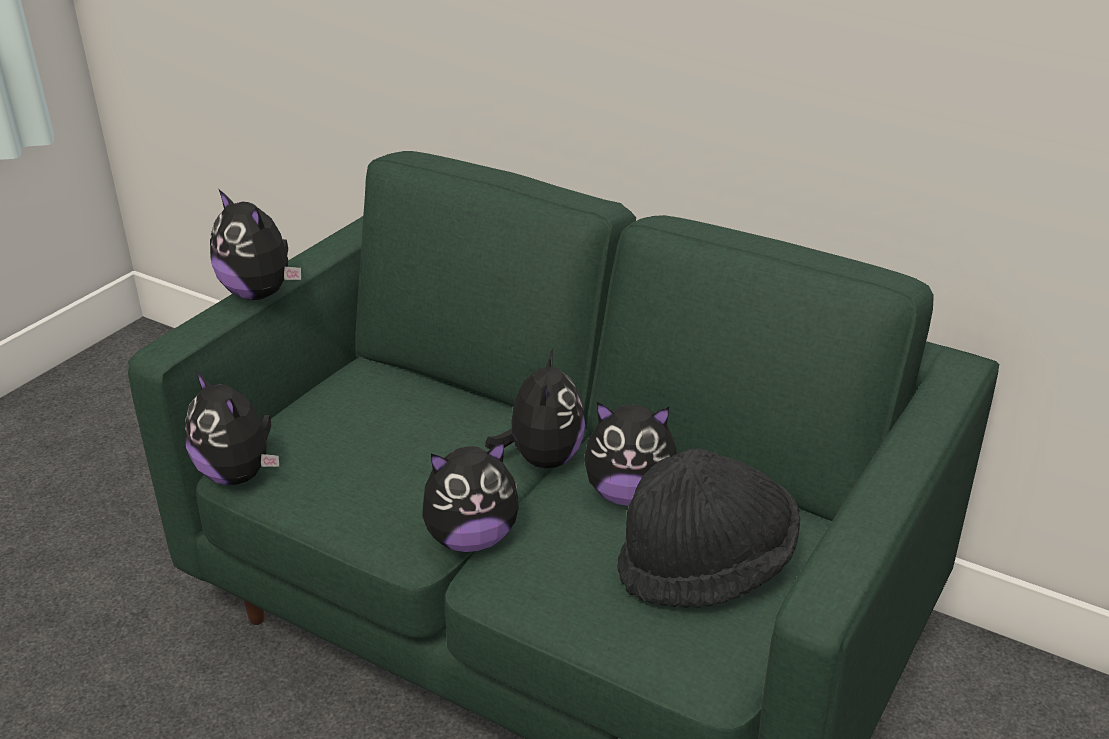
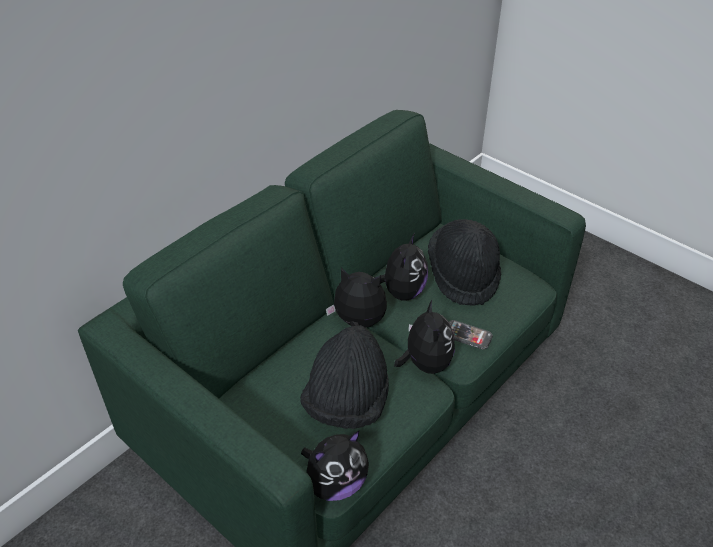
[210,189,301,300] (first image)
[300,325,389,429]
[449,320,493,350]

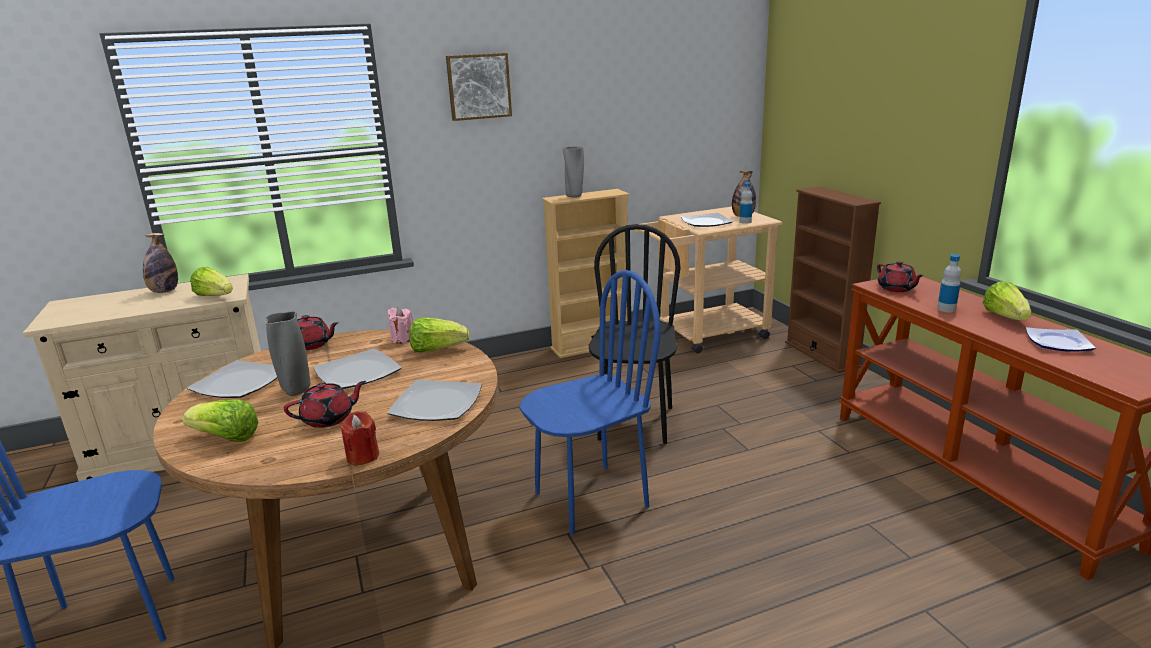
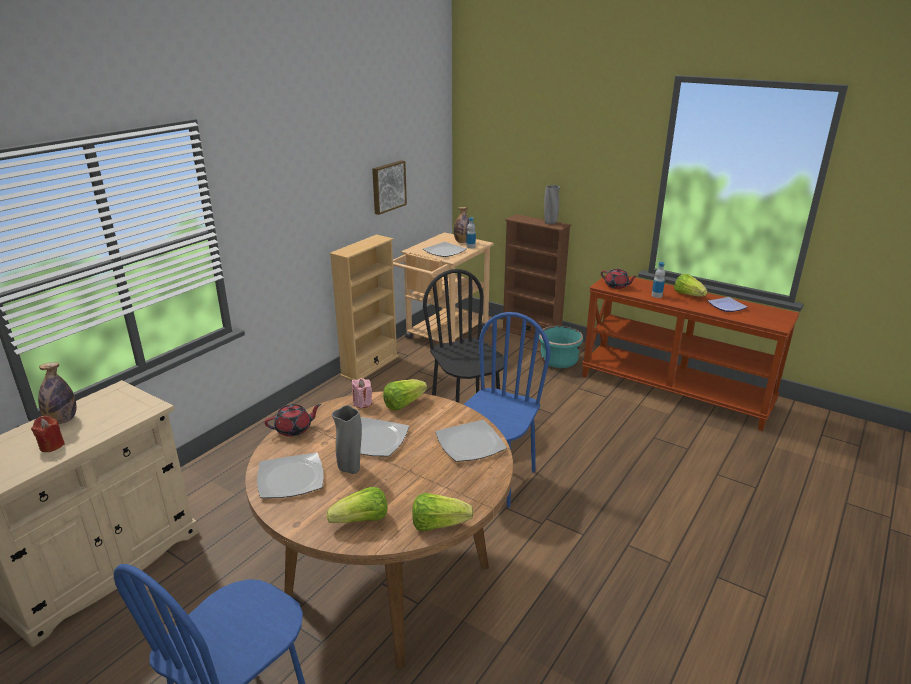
[284,381,366,428] (first image)
[539,325,583,368]
[412,493,474,531]
[31,415,65,452]
[372,160,407,215]
[544,185,560,224]

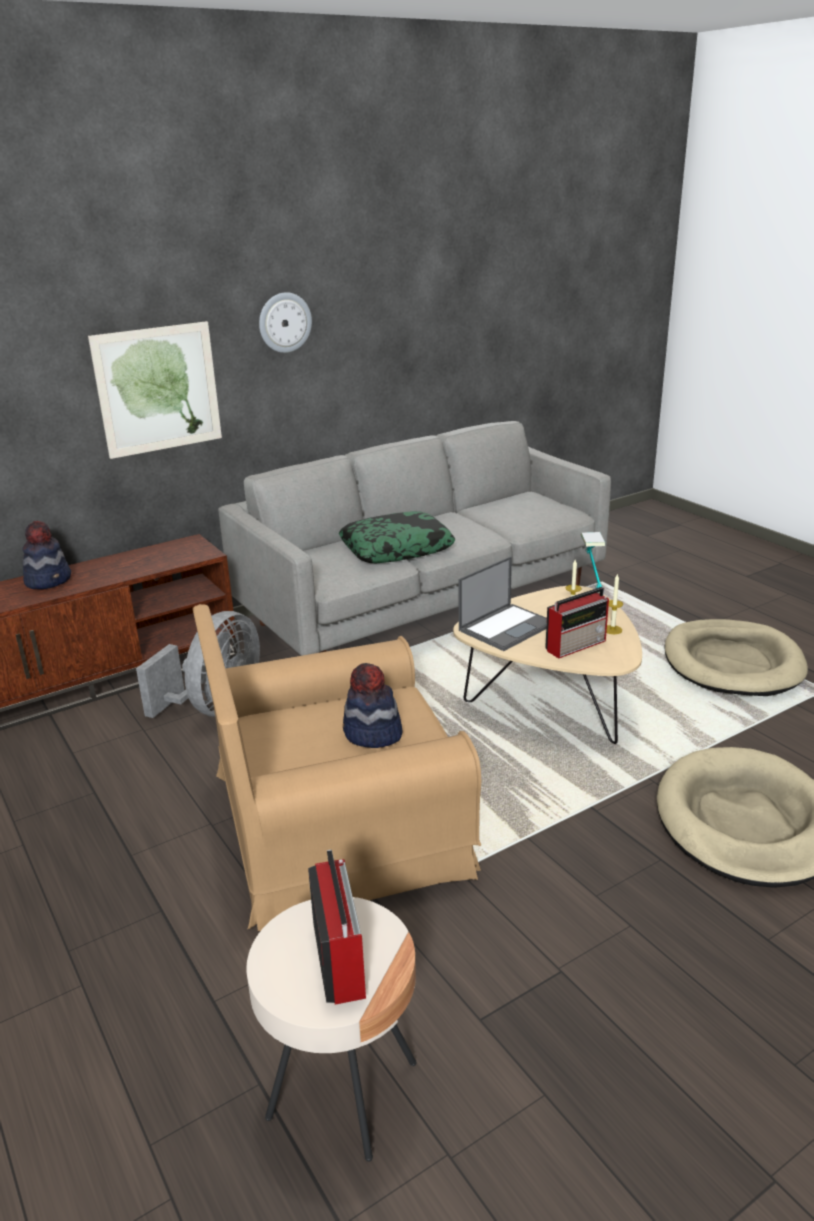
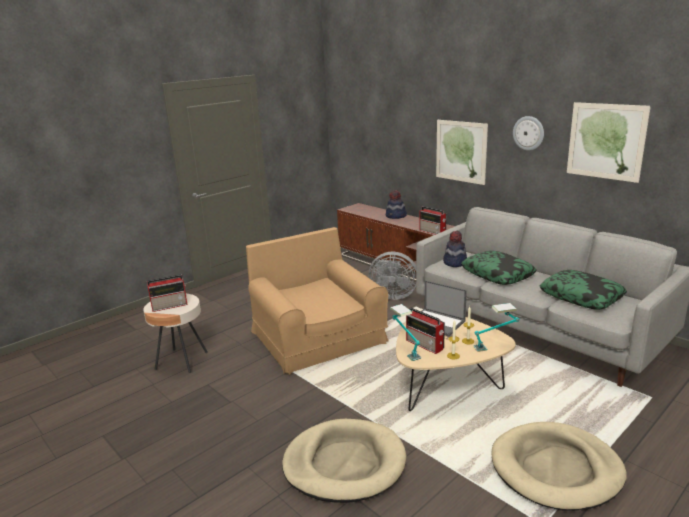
[390,304,421,361]
[420,206,446,234]
[540,270,627,310]
[567,102,651,183]
[443,231,467,267]

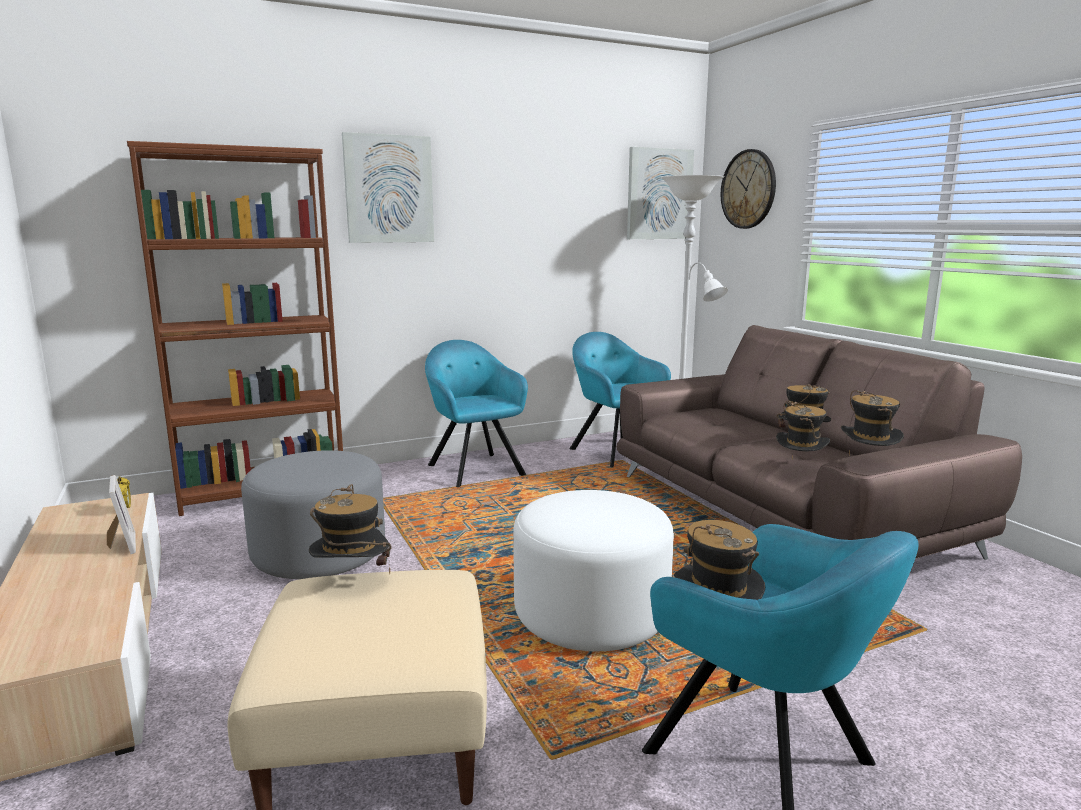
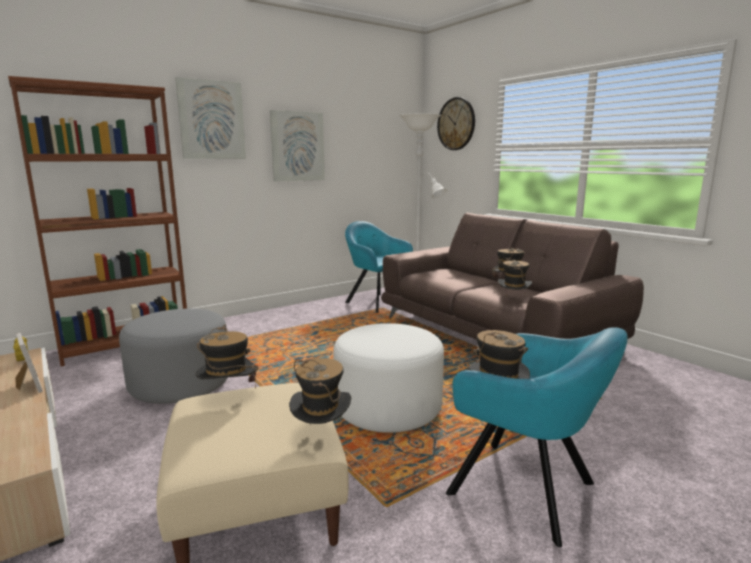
[425,340,528,487] (first image)
[270,110,325,182]
[289,358,351,424]

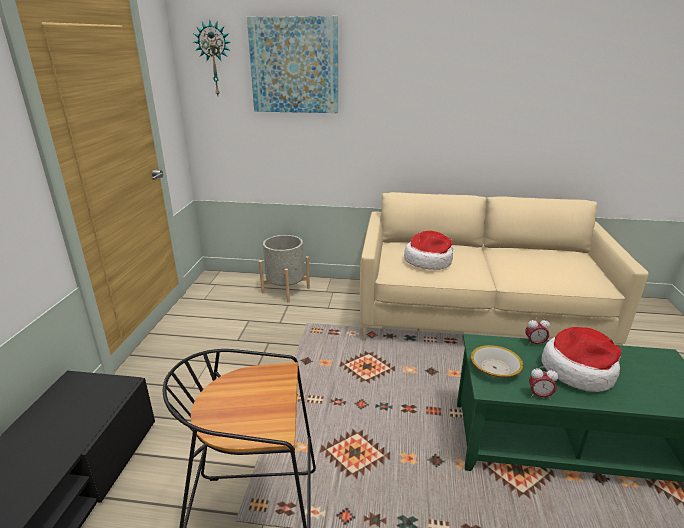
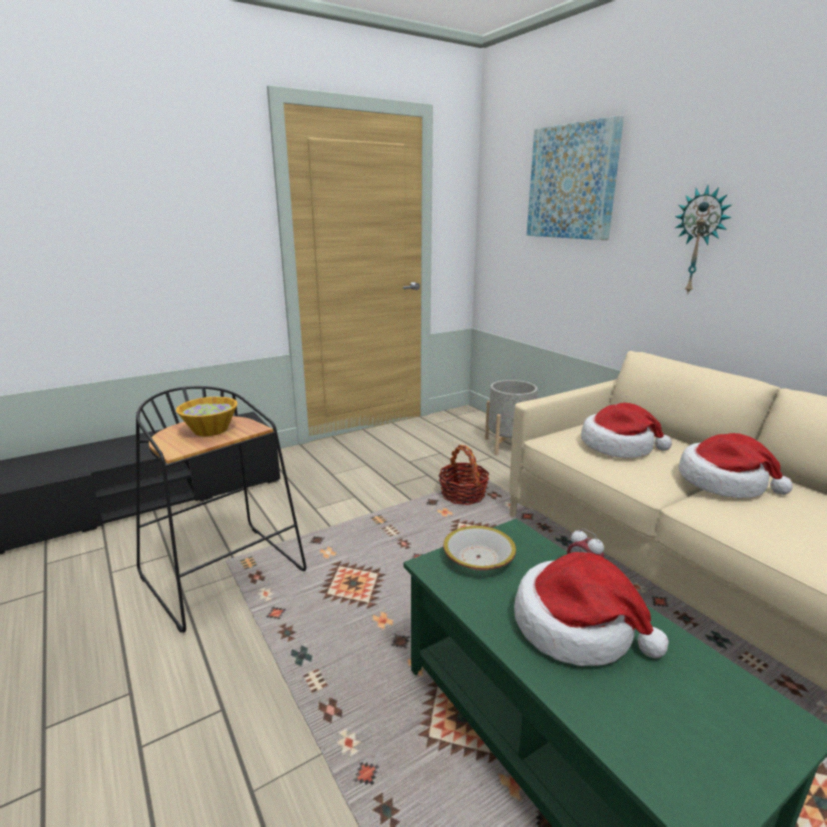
[529,367,558,399] (first image)
[176,397,237,436]
[438,445,489,505]
[679,433,793,498]
[675,186,732,295]

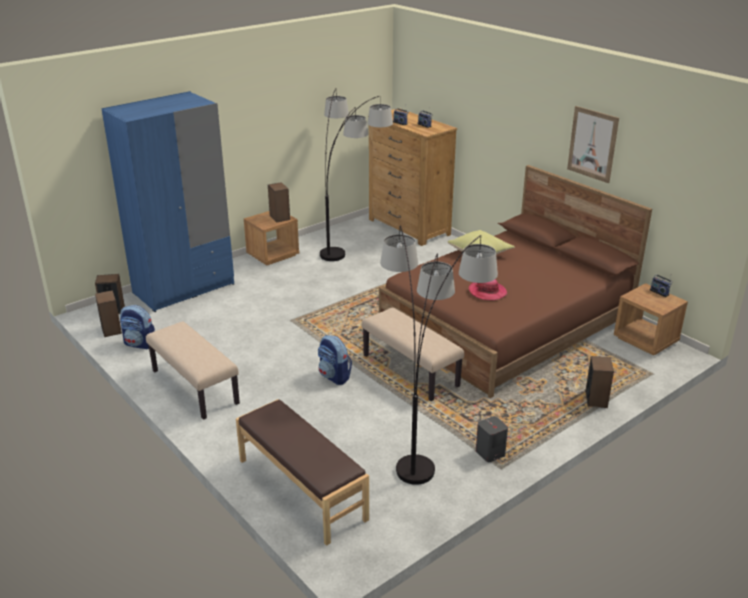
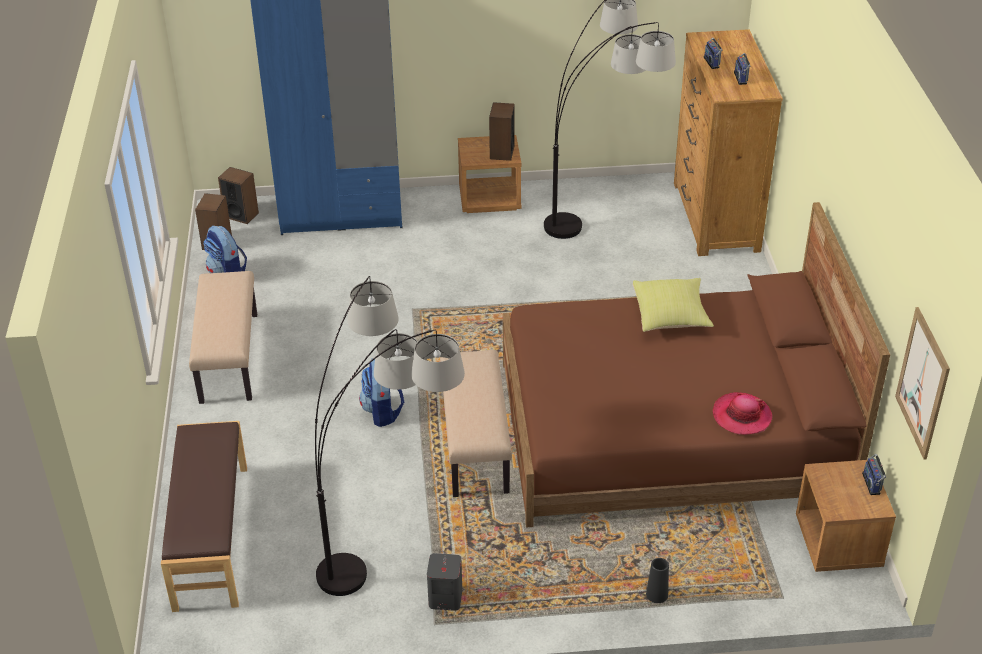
[713,392,772,435]
[895,307,950,459]
[646,558,669,603]

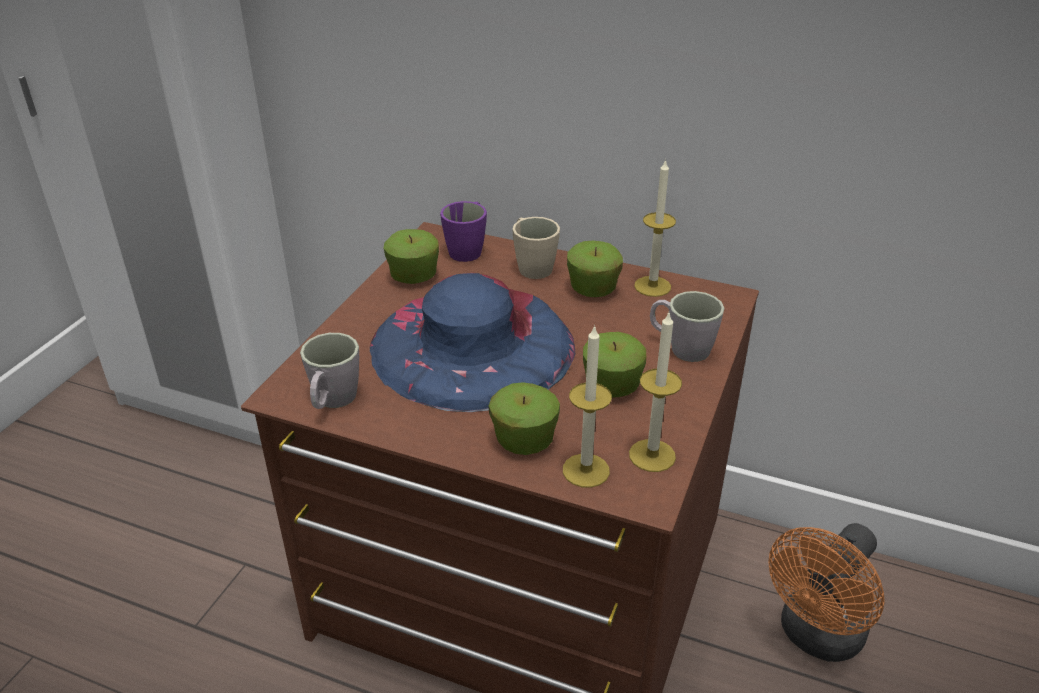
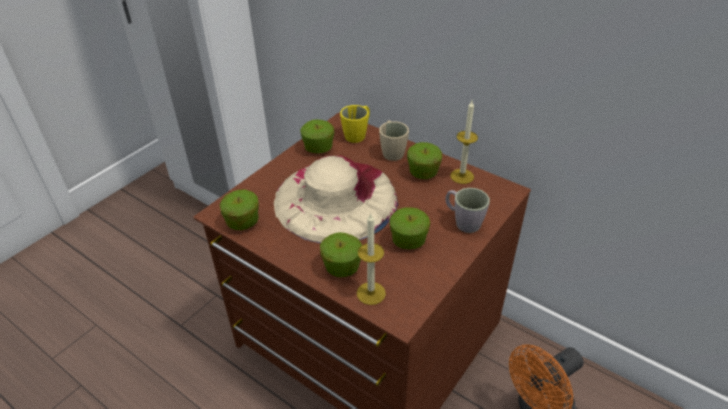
[629,313,682,472] (first image)
[220,189,259,230]
[274,156,398,243]
[340,105,370,143]

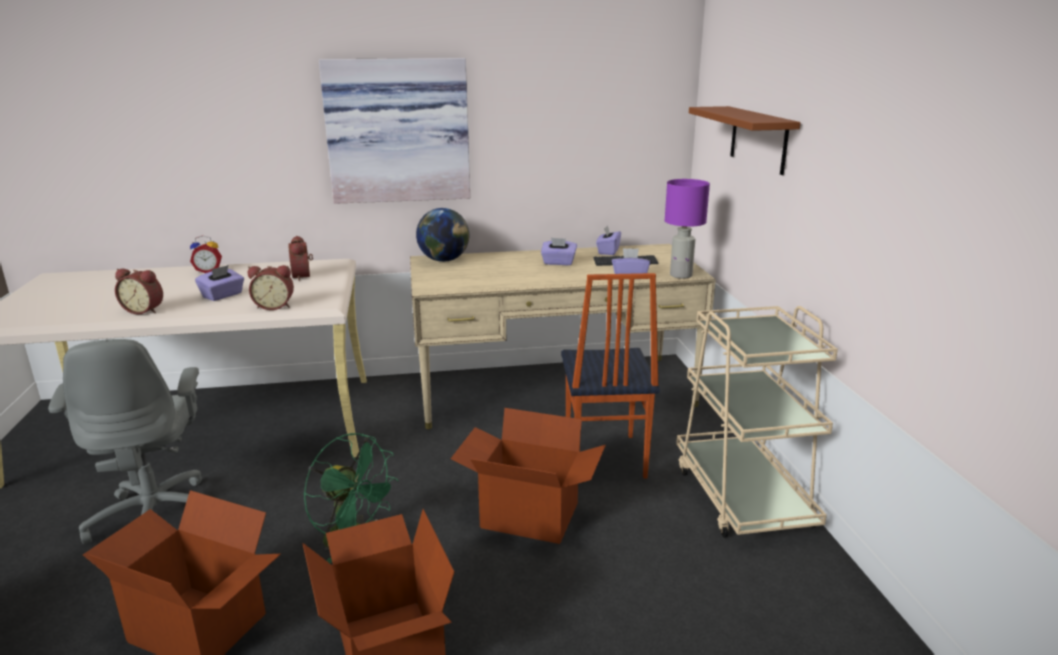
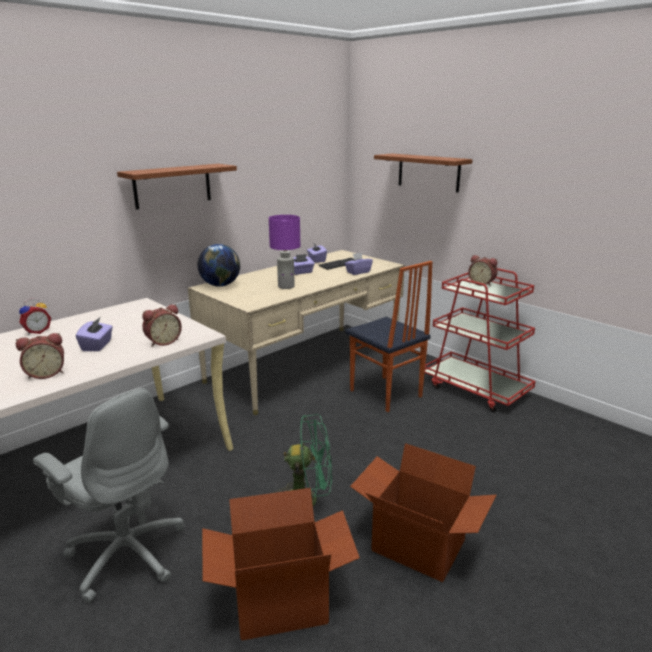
[451,408,606,544] (first image)
[468,255,498,287]
[269,215,300,289]
[117,164,237,210]
[425,268,536,412]

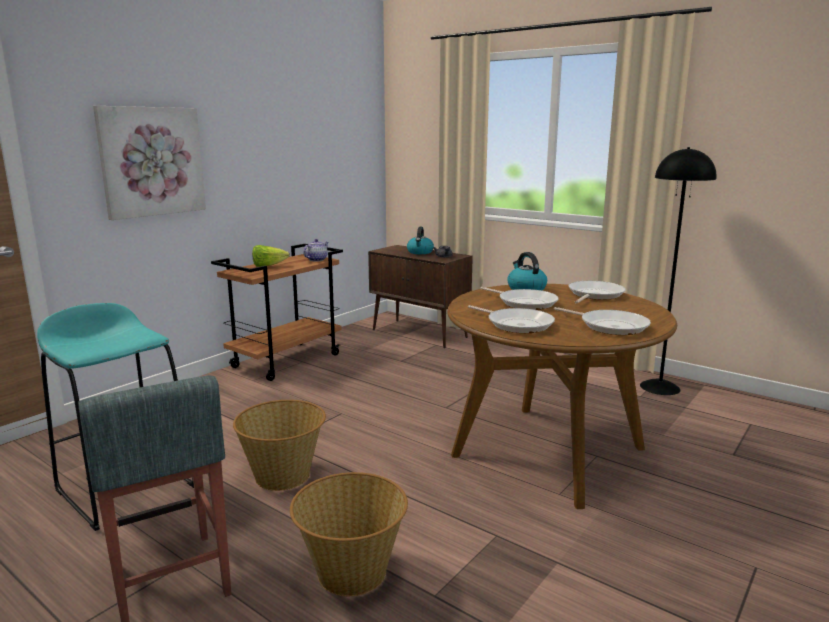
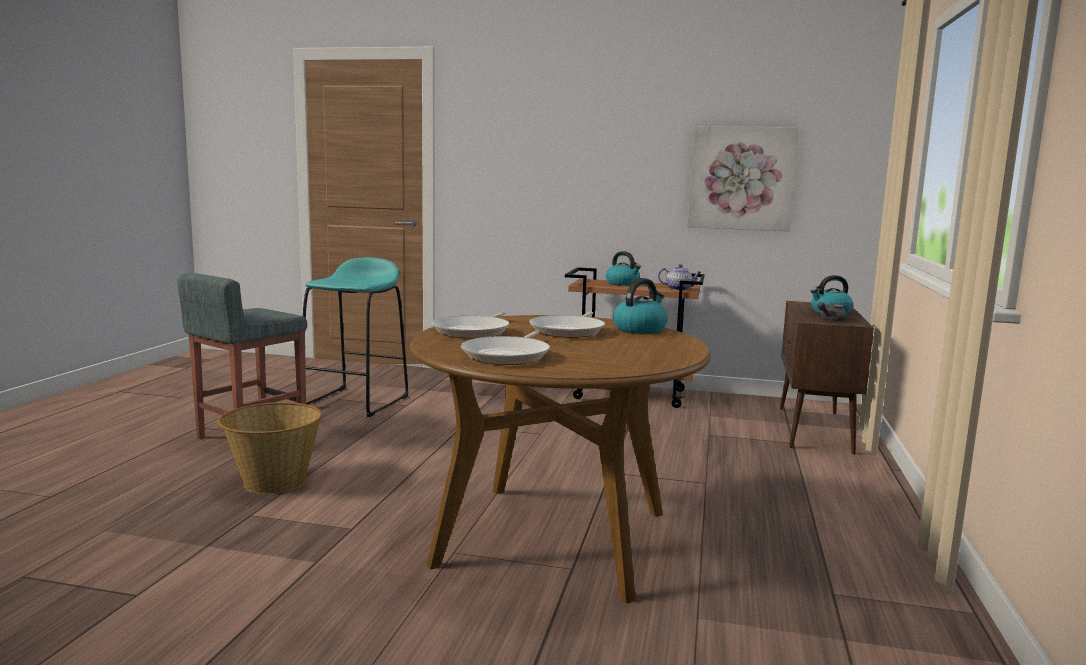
[233,400,326,491] (first image)
[569,281,625,304] (first image)
[640,147,716,395] (first image)
[687,126,799,231]
[606,251,641,286]

